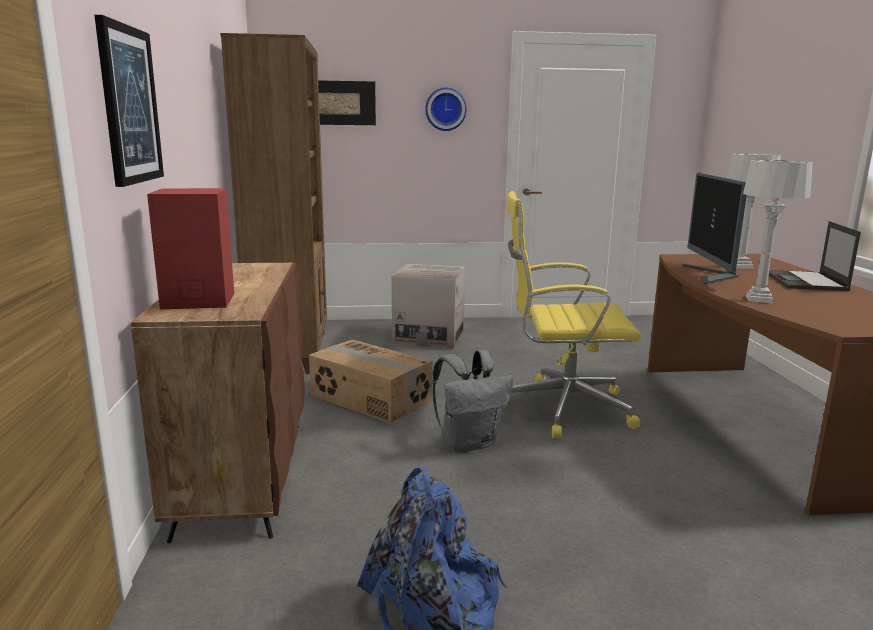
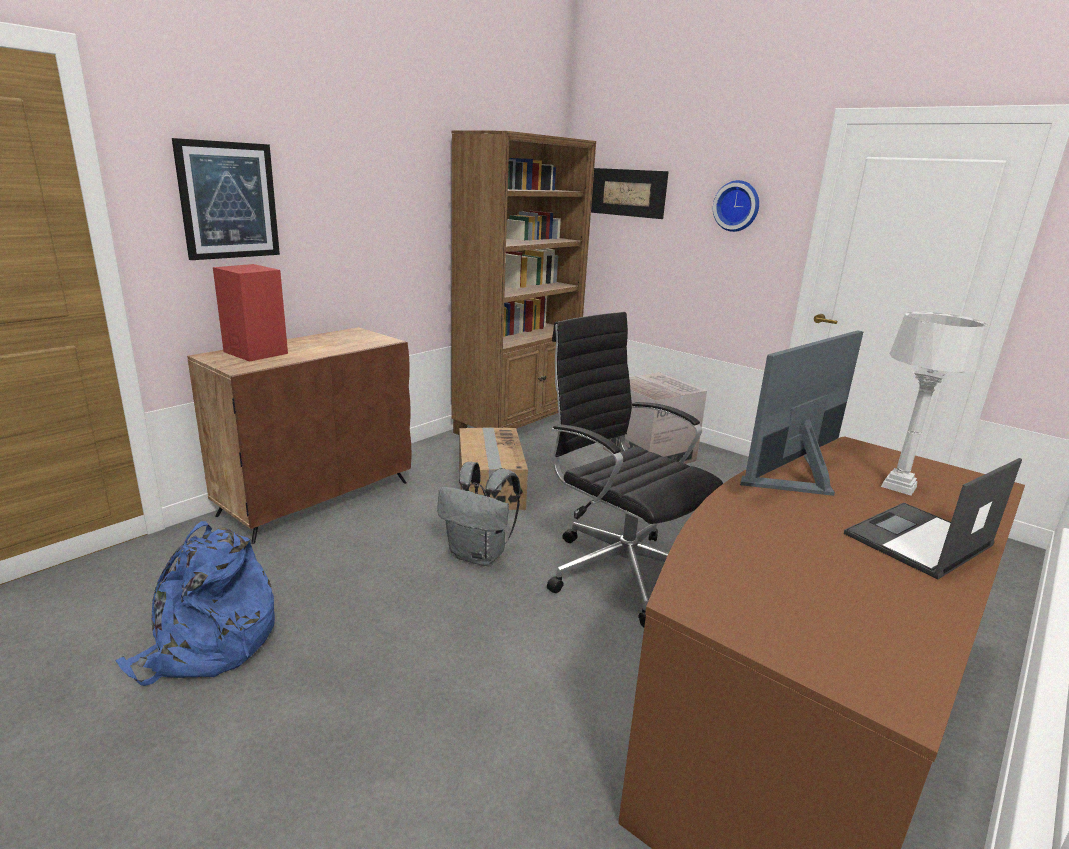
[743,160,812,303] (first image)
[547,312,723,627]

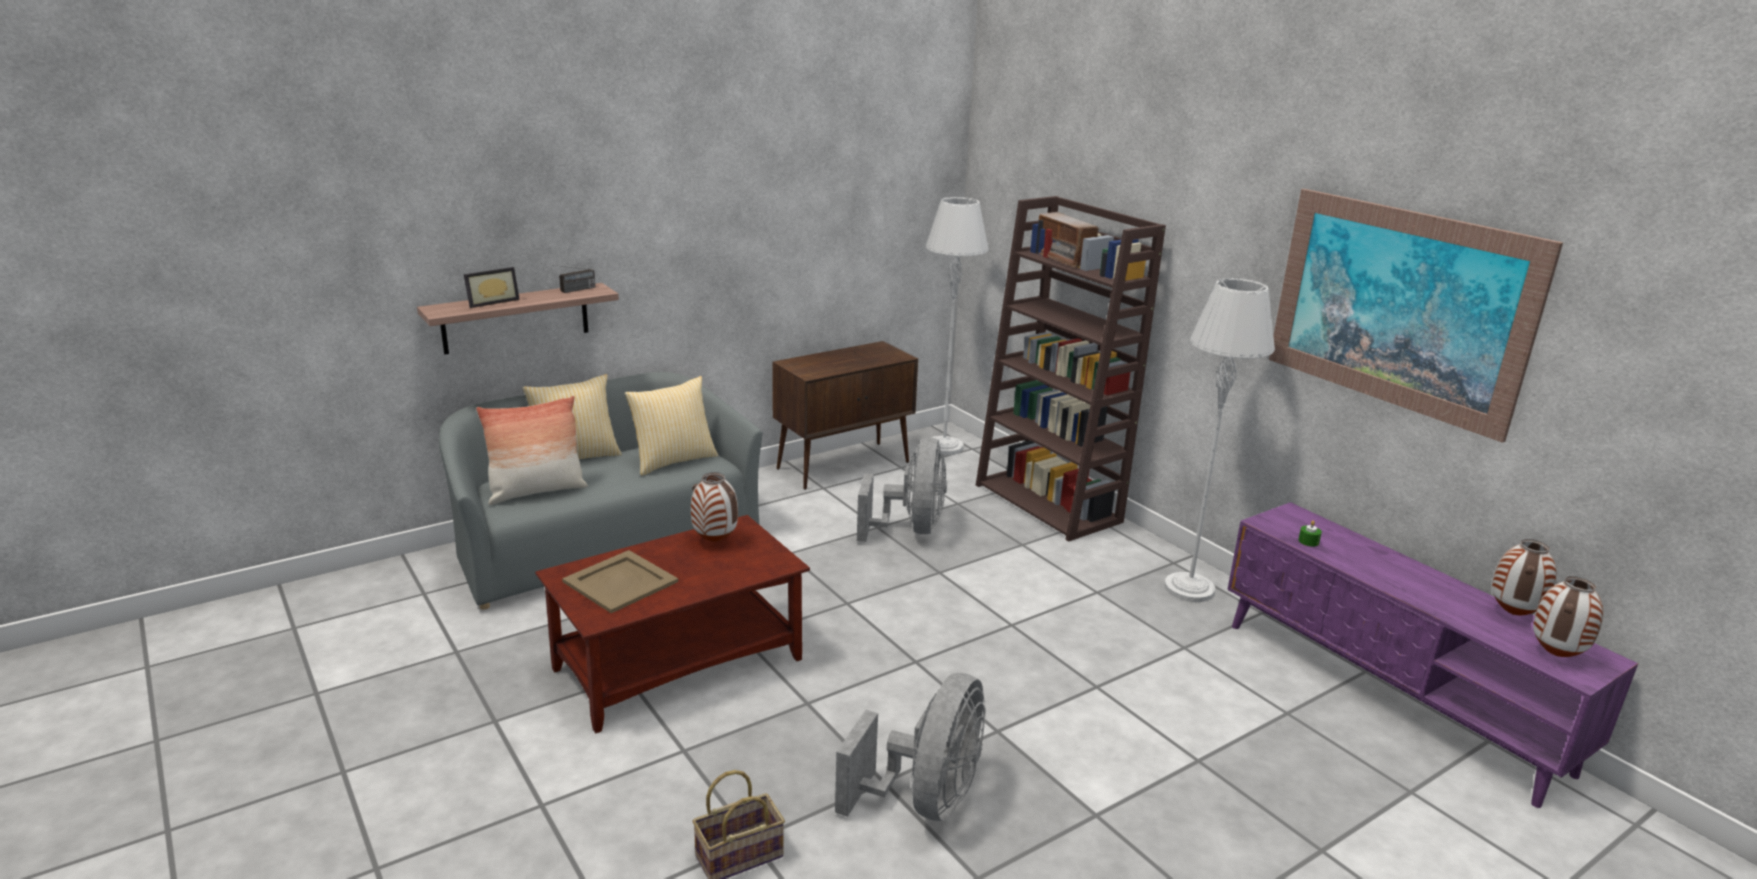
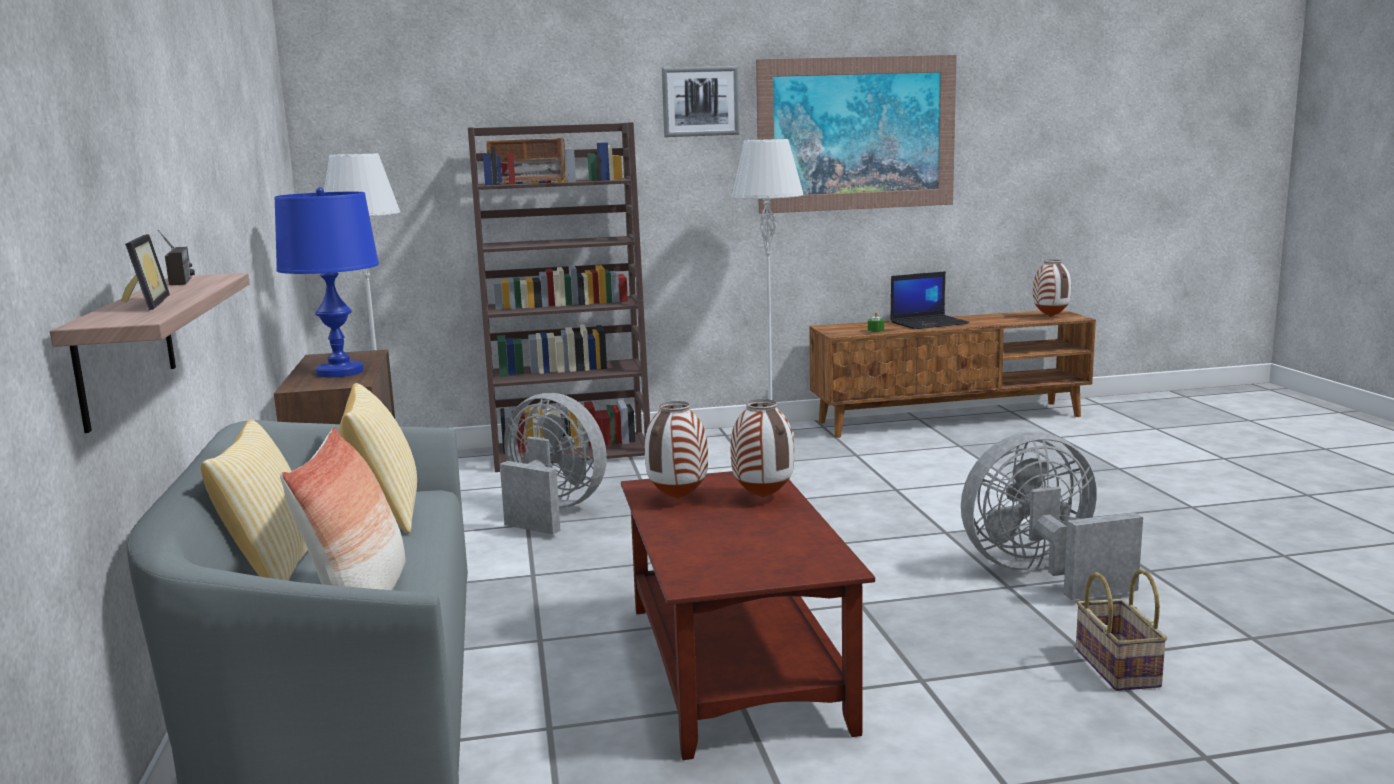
[562,550,678,613] (first image)
[275,187,379,377]
[662,66,740,137]
[890,271,970,329]
[731,399,794,498]
[809,310,1096,438]
[961,432,1143,600]

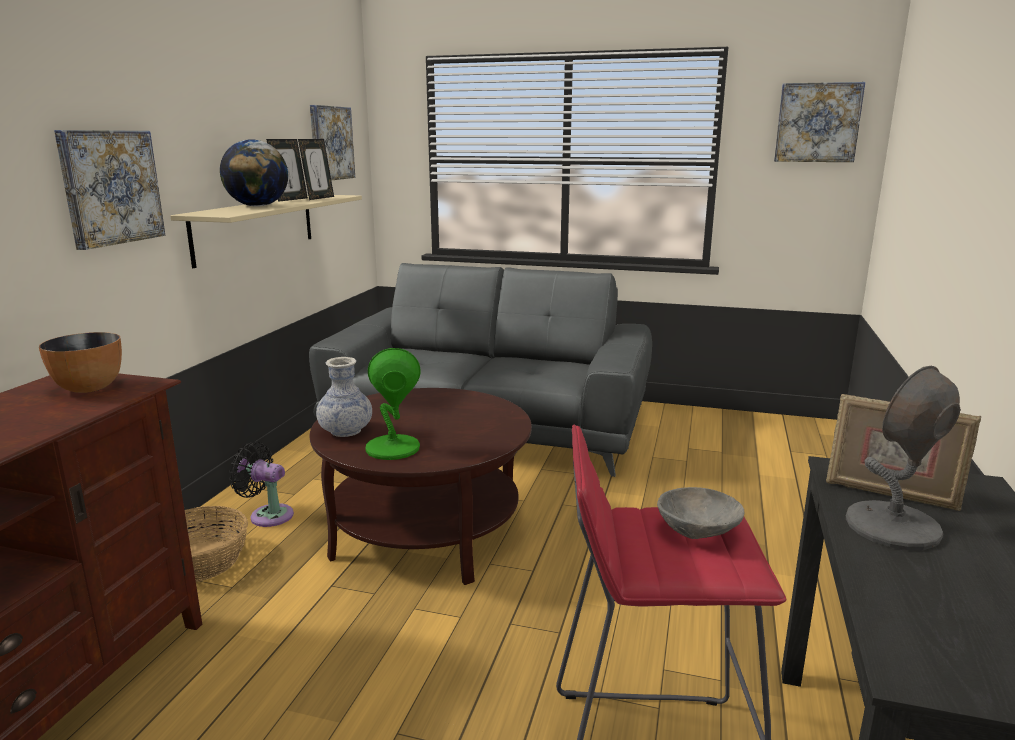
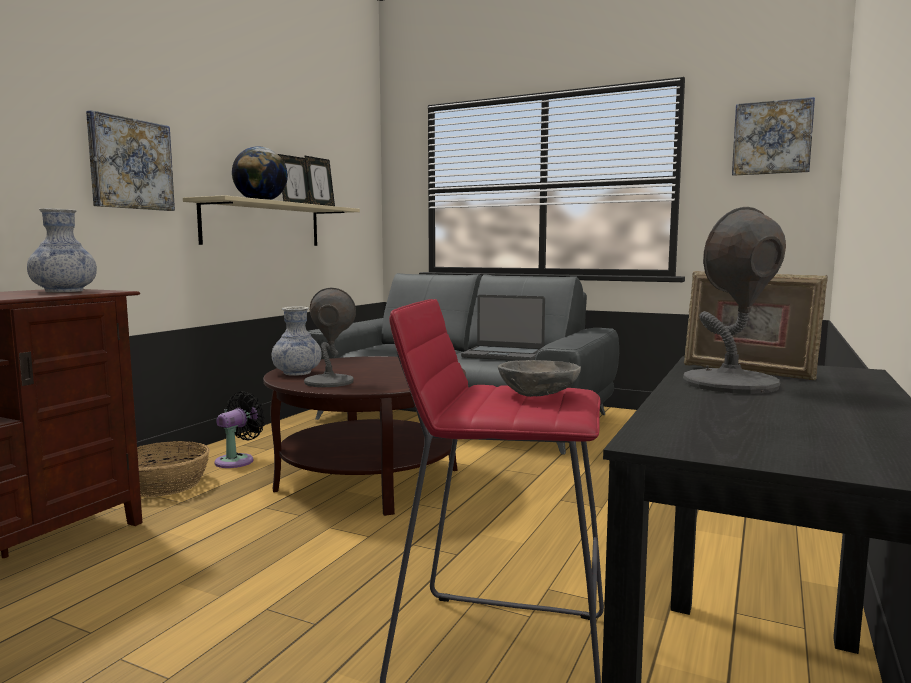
[310,105,355,181] (first image)
[461,295,545,361]
[27,208,97,293]
[304,288,356,387]
[215,391,265,468]

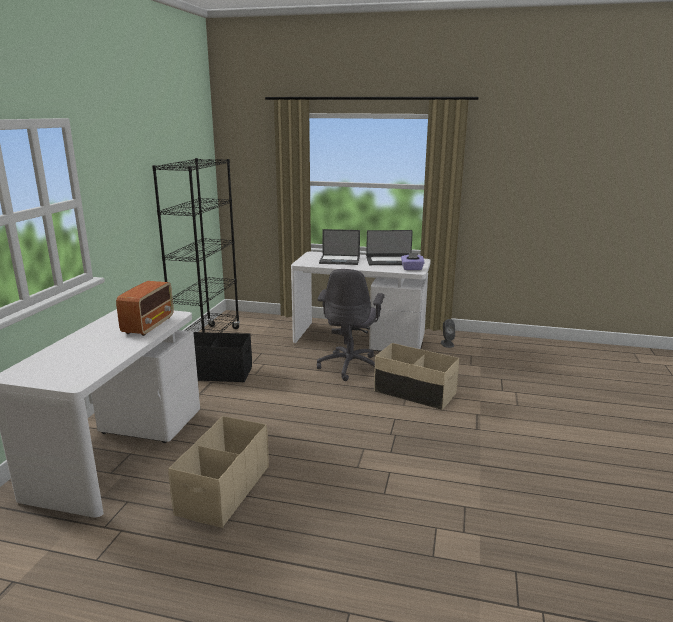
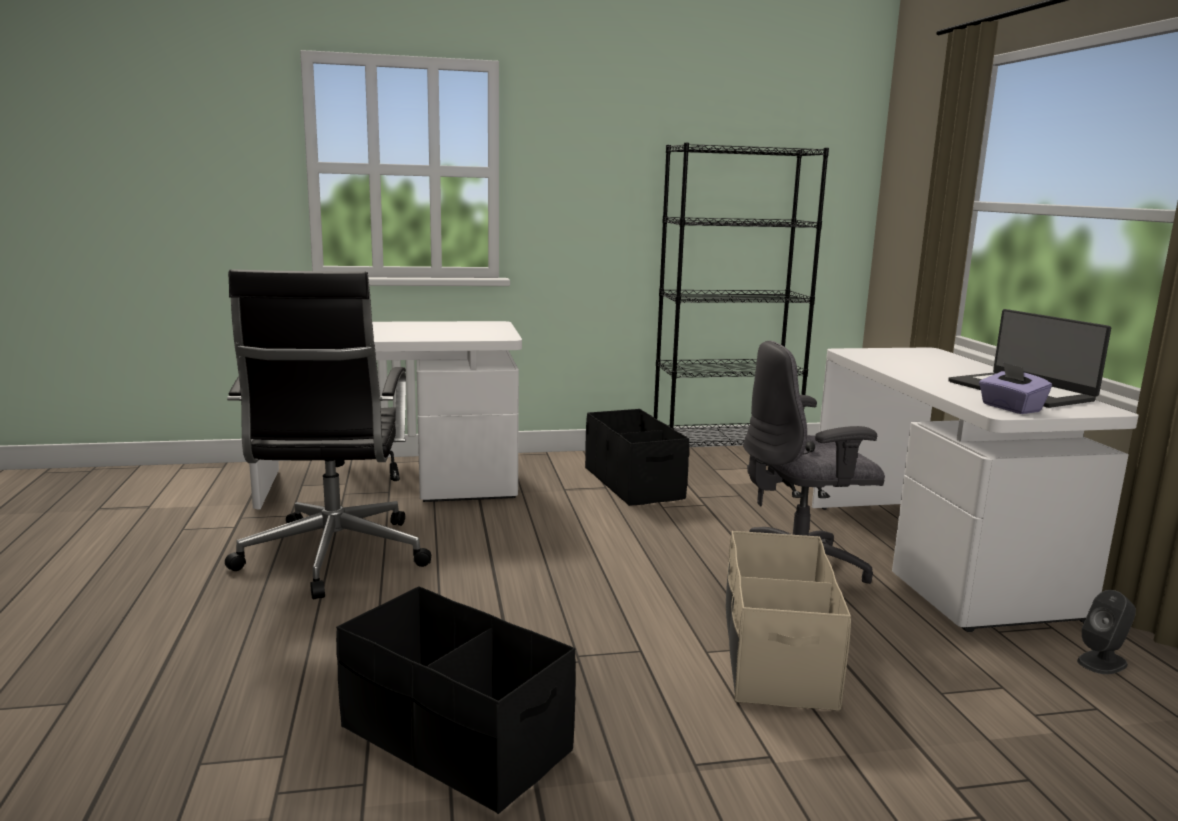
[116,281,174,336] (first image)
[319,229,360,265] (first image)
[336,586,576,814]
[225,269,431,600]

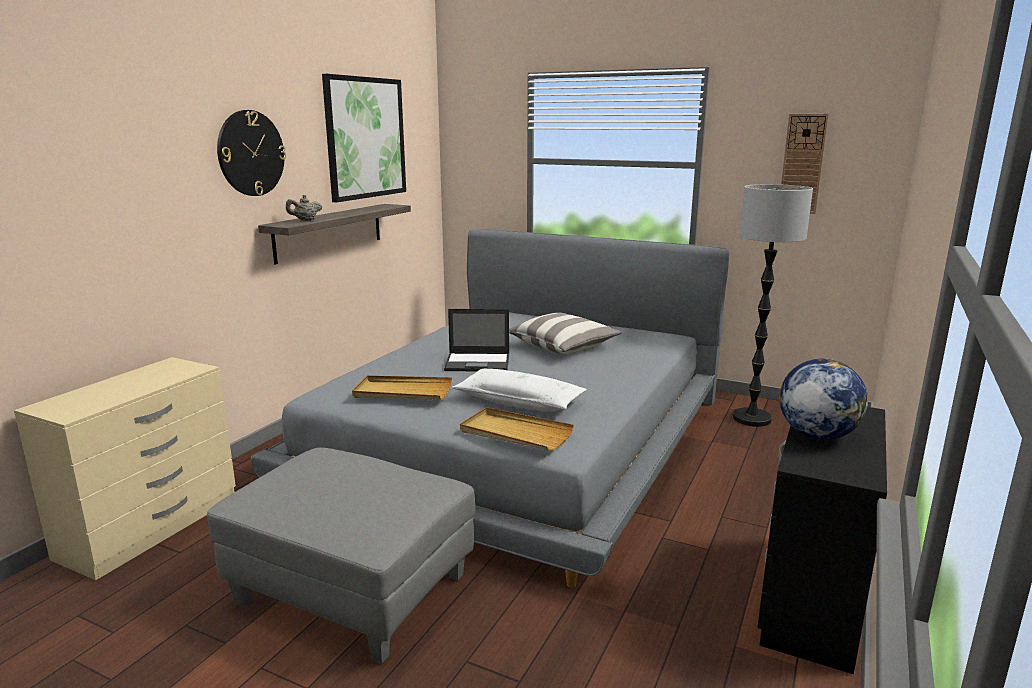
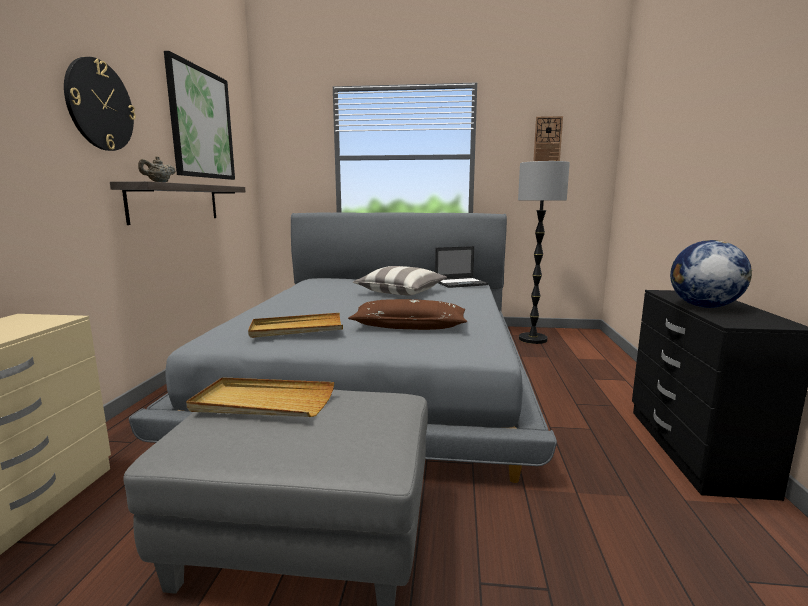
[435,246,489,288]
[186,377,334,417]
[348,299,467,330]

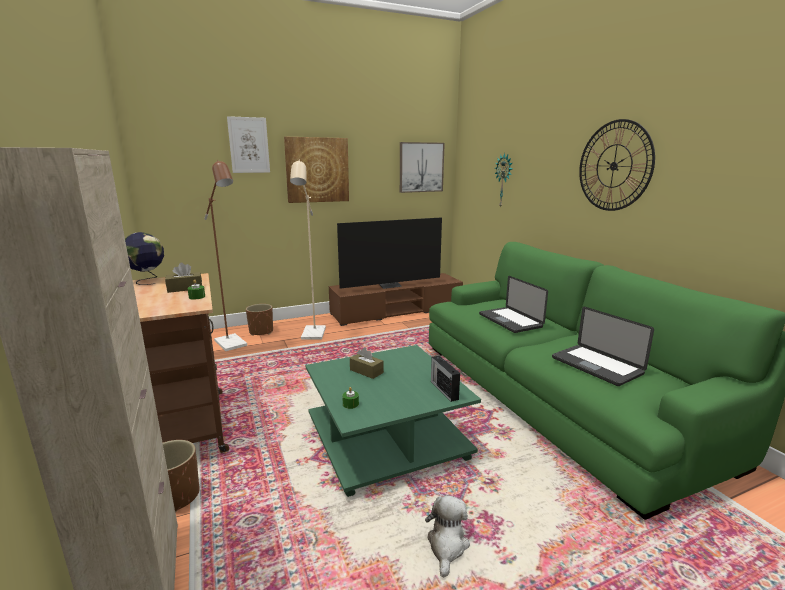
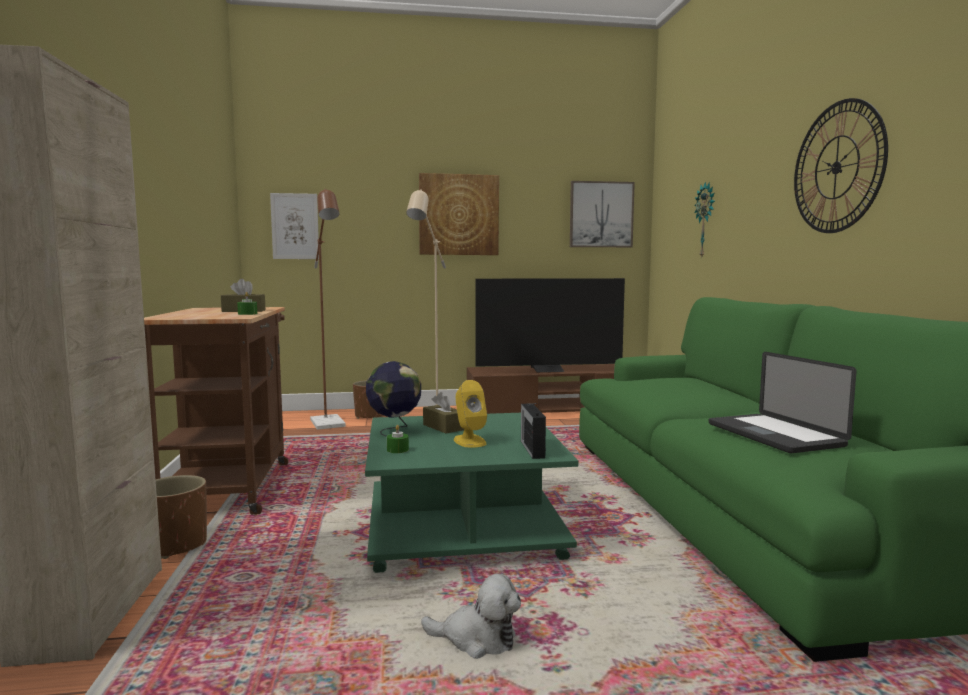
[479,276,548,333] (first image)
[454,380,487,448]
[366,361,421,437]
[270,193,319,259]
[421,574,521,659]

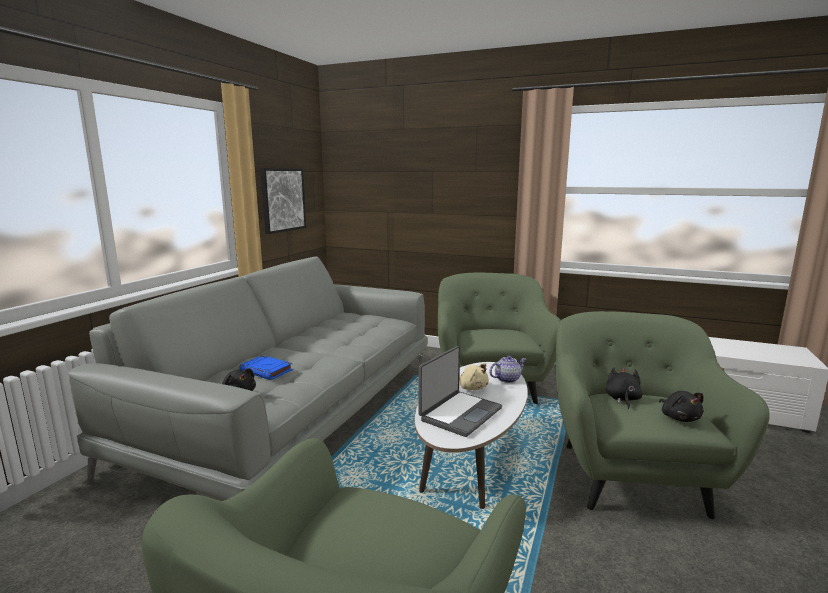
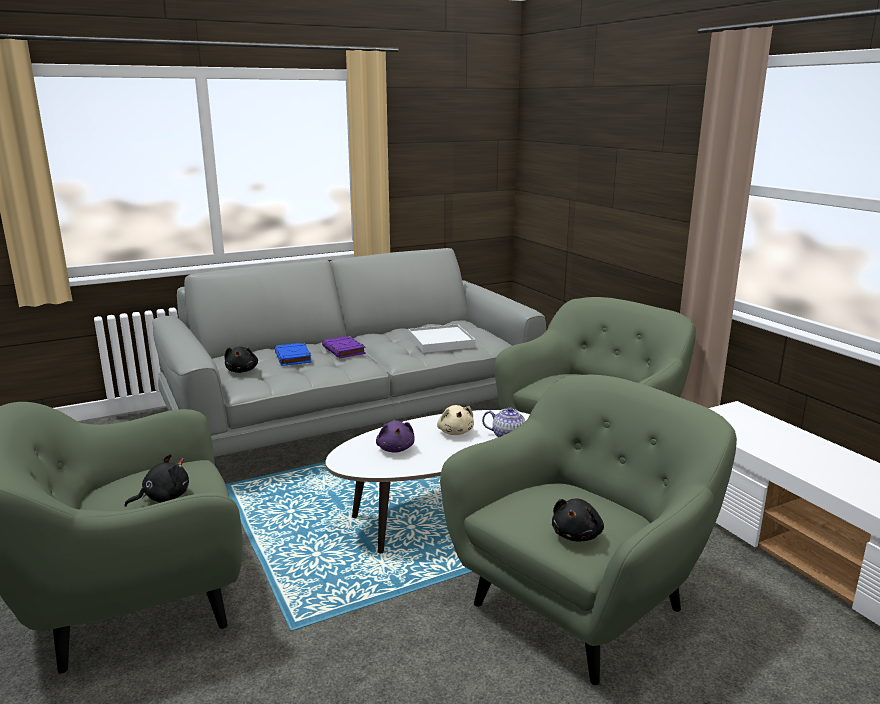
[260,168,306,234] (first image)
[322,336,366,358]
[408,324,475,353]
[124,454,189,507]
[376,421,414,453]

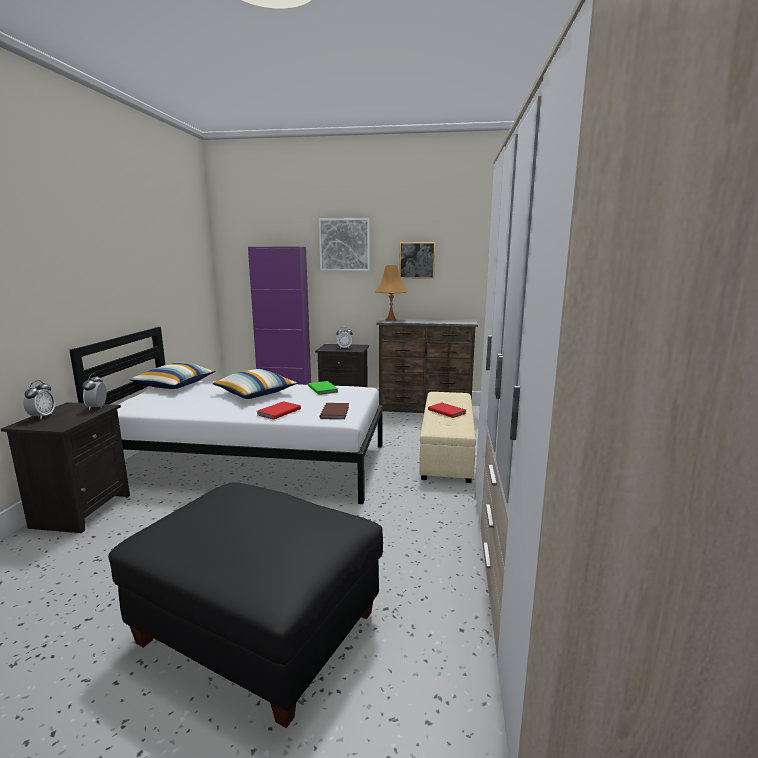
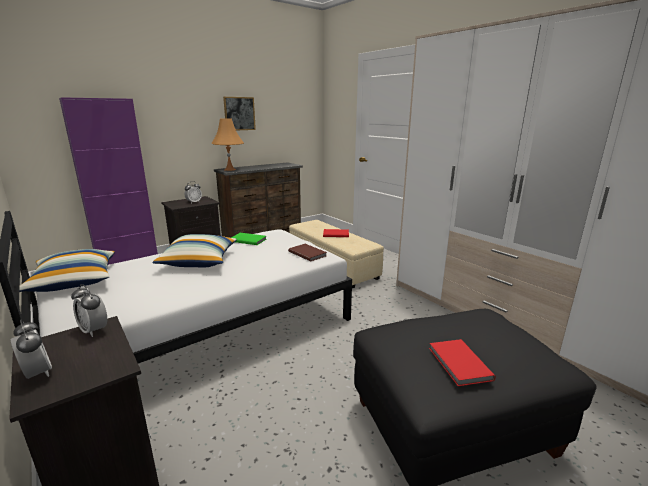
[319,218,370,271] (first image)
[429,339,496,386]

